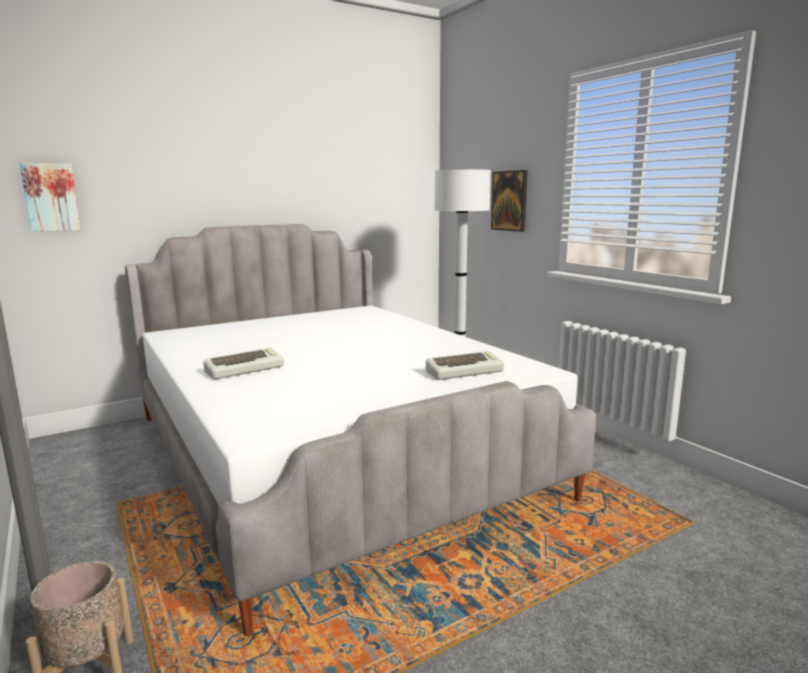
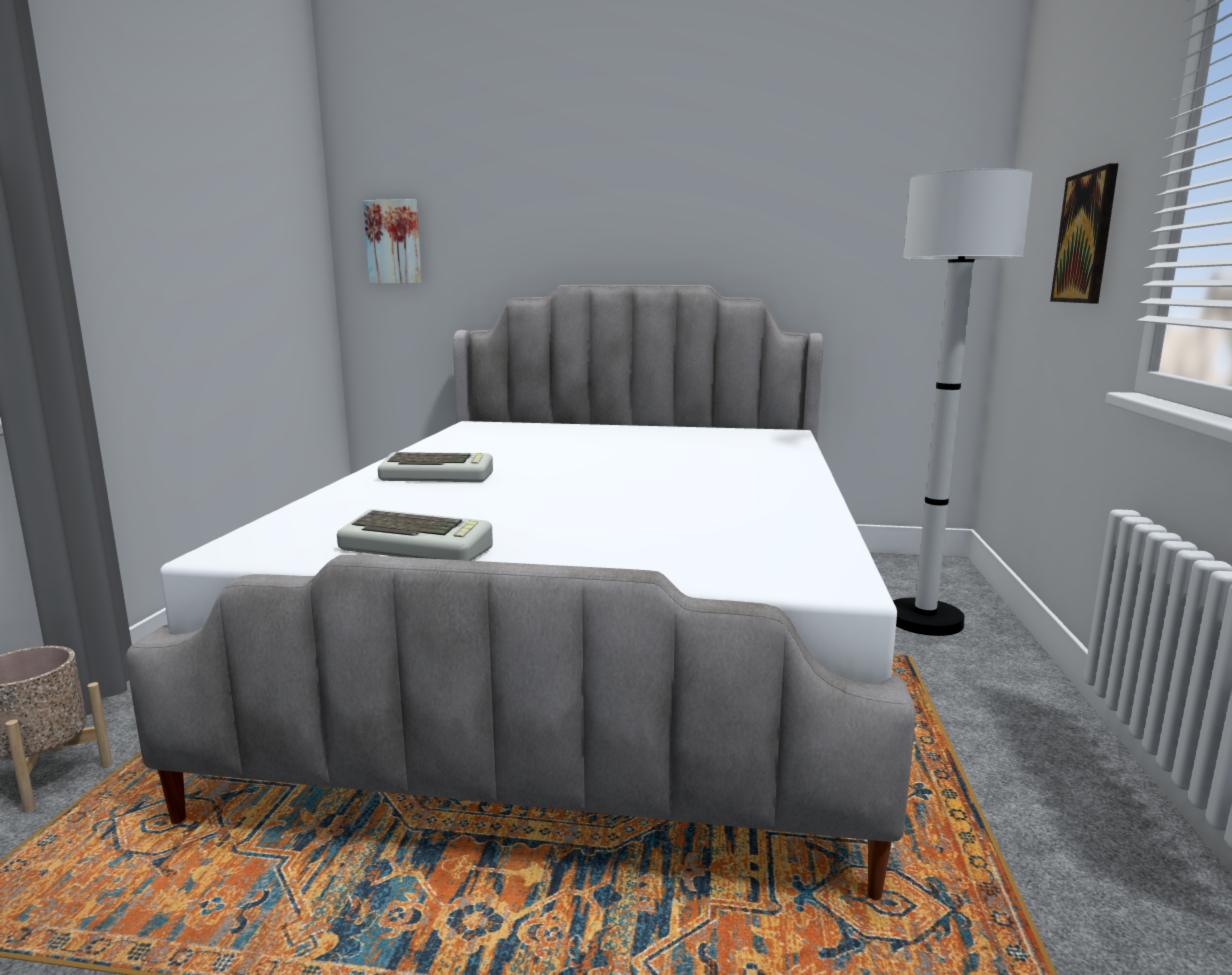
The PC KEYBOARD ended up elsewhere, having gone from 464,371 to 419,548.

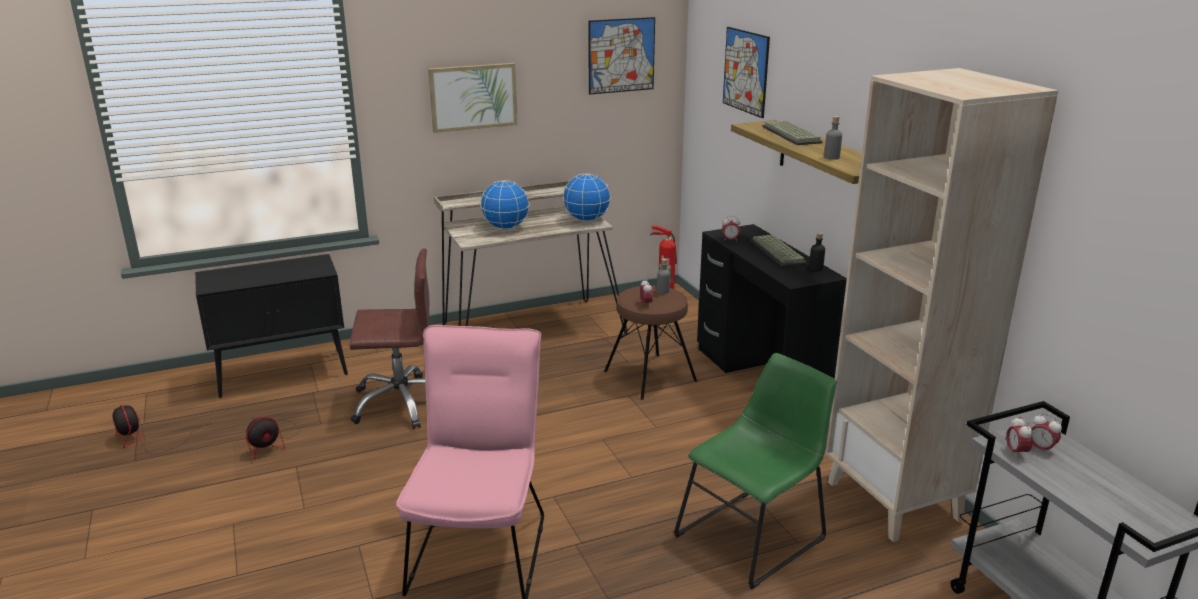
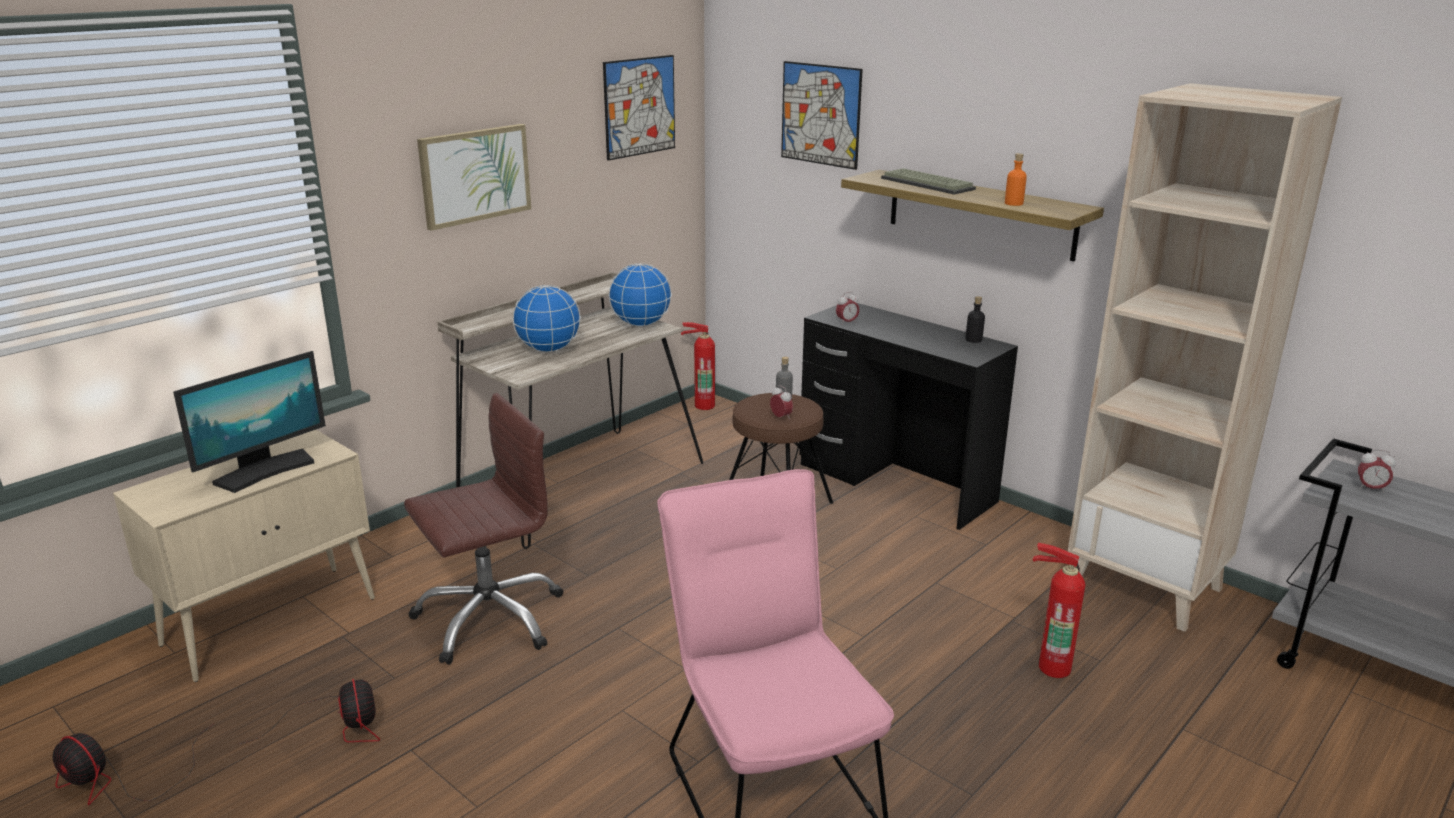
What was the GRAY DRINK BOTTLE at 831,157 turned into the ORANGE-COLOURED DRINK BOTTLE at 1013,203. The second view lost the PC KEYBOARD at 778,252. What was the BLACKISH CABINET at 284,374 turned into the BEIGE-COLOURED CABINET at 272,620. Where the GREEN UPRIGHT CHAIR stood at 754,535, the FIRE-FIGHTING CYLINDER came to stand at 1052,665. The second view lost the TABLE CLOCK at 1016,452. The ELECTRIC FAN at 271,442 ended up facing another way, 45 degrees counterclockwise from before. The second view gained the MONITOR at 265,471.

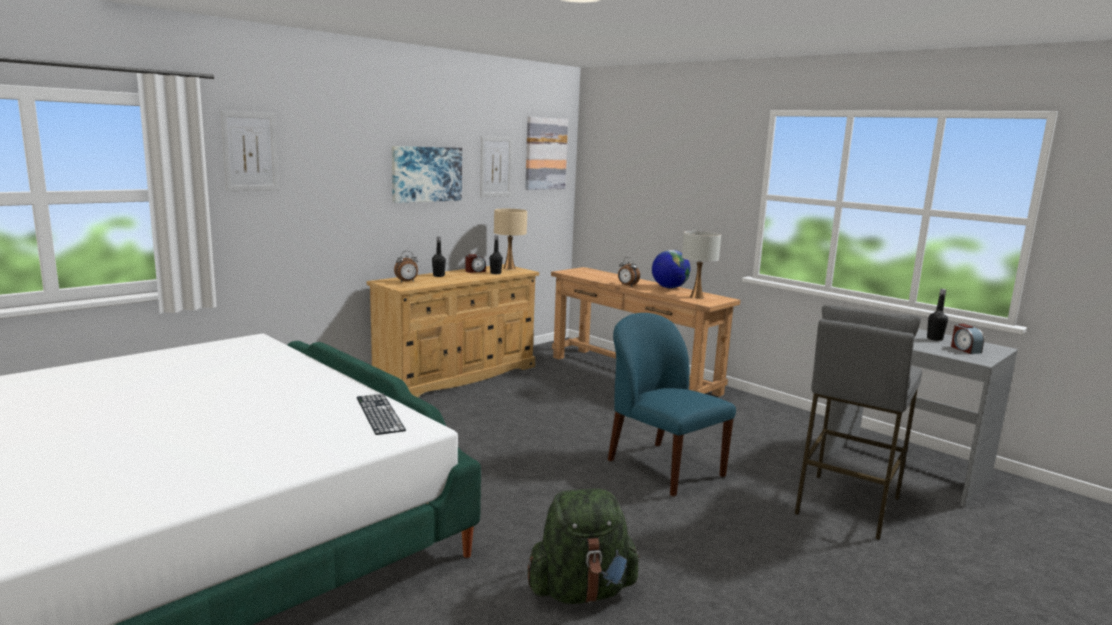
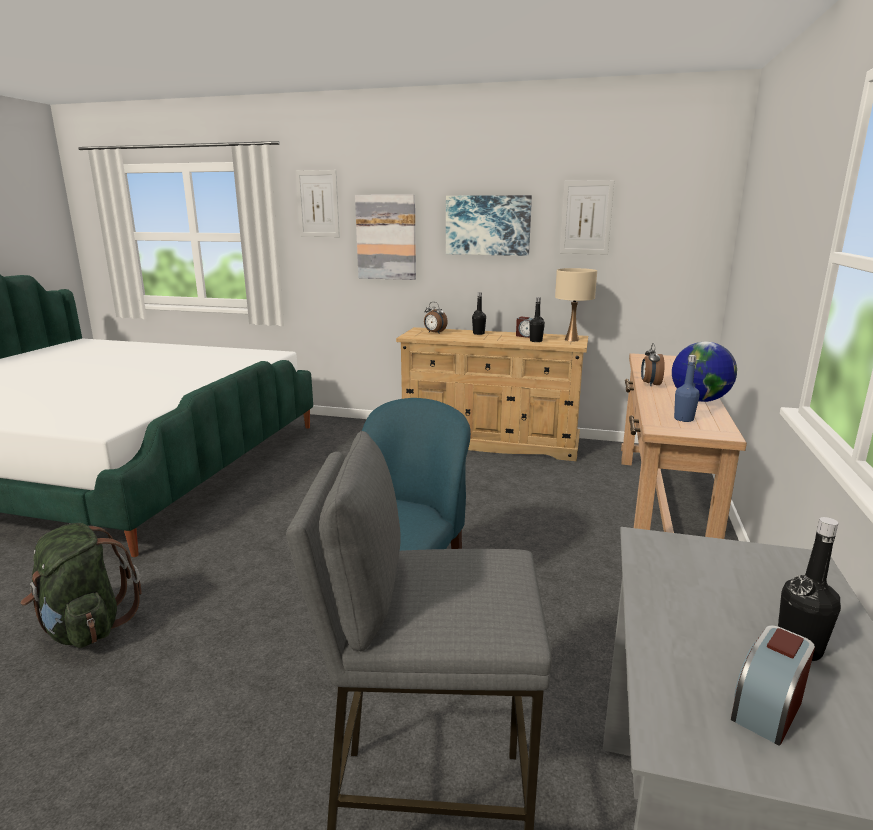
The PICTURE ended up elsewhere, having gone from 545,154 to 386,237. Where the WHITE TABLE LAMP stood at 696,297, the BLUISH DRINK BOTTLE came to stand at 683,419. The second view lost the PC KEYBOARD at 379,413.

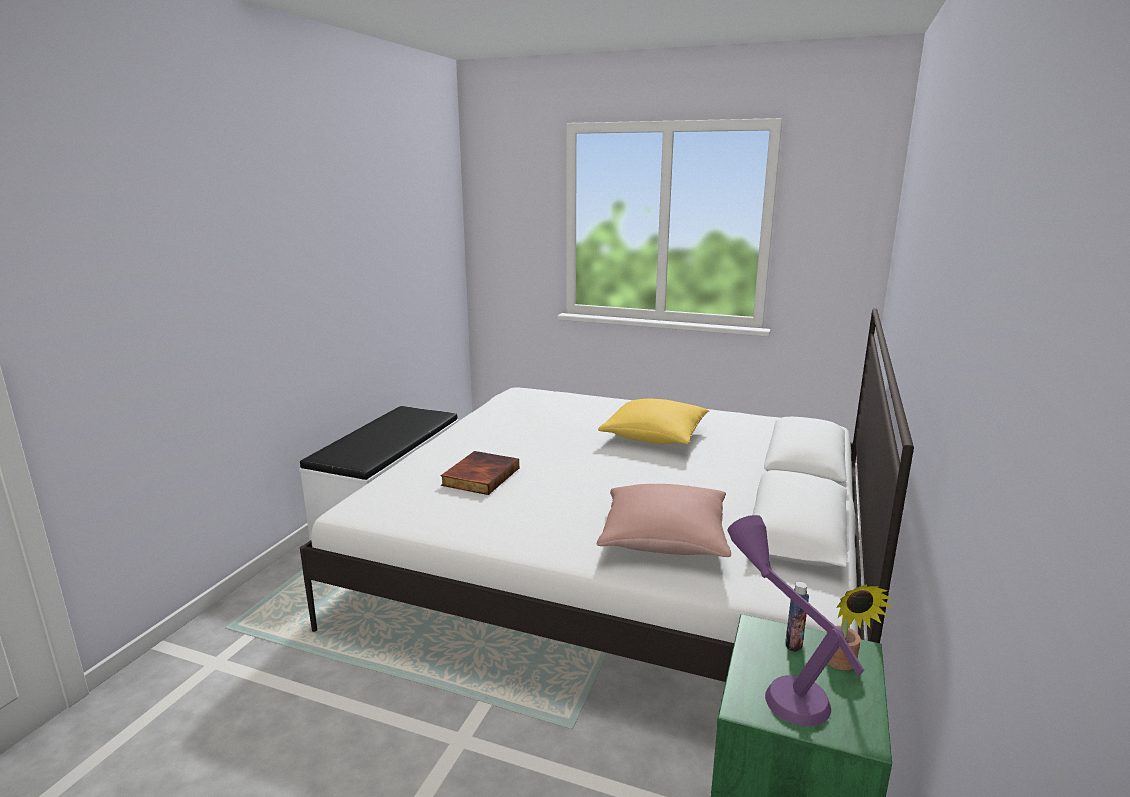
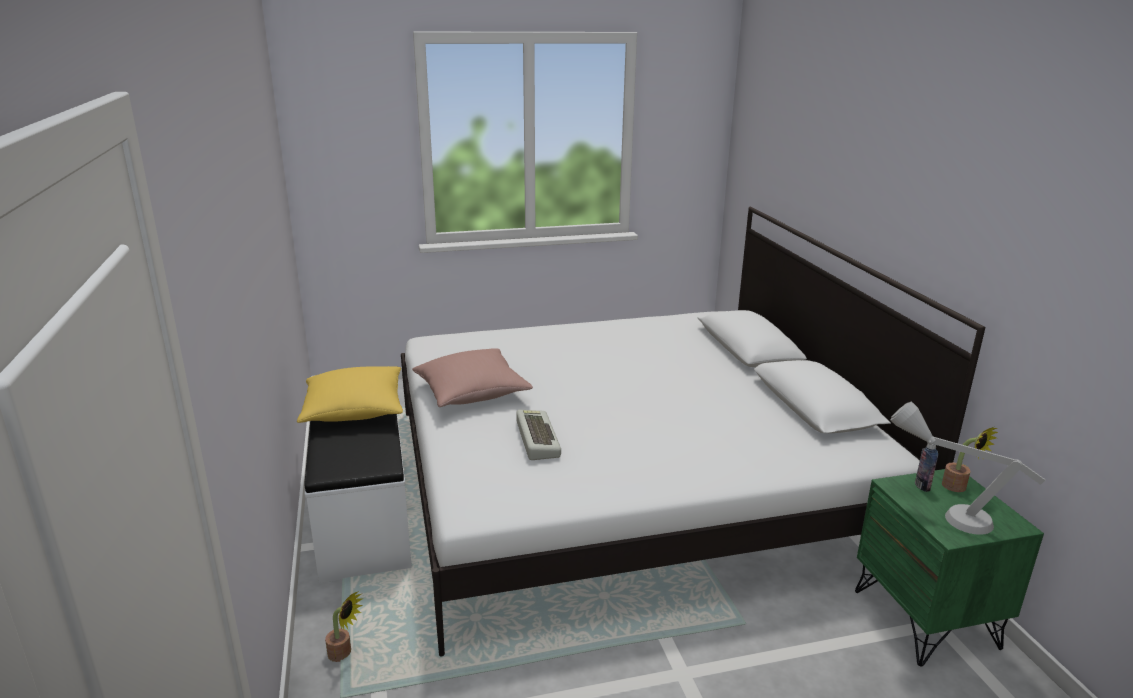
The YELLOWISH PILLOW ended up elsewhere, having gone from 654,436 to 354,410. Where the VOLUME stood at 480,476, the PC KEYBOARD came to stand at 535,439. The PINKISH PILLOW ended up elsewhere, having gone from 664,538 to 471,392. What was the PURPLE-COLOURED TABLE LAMP at 778,679 turned into the GRAY TABLE LAMP at 944,512. The second view gained the HOUSEPLANT at 344,654.

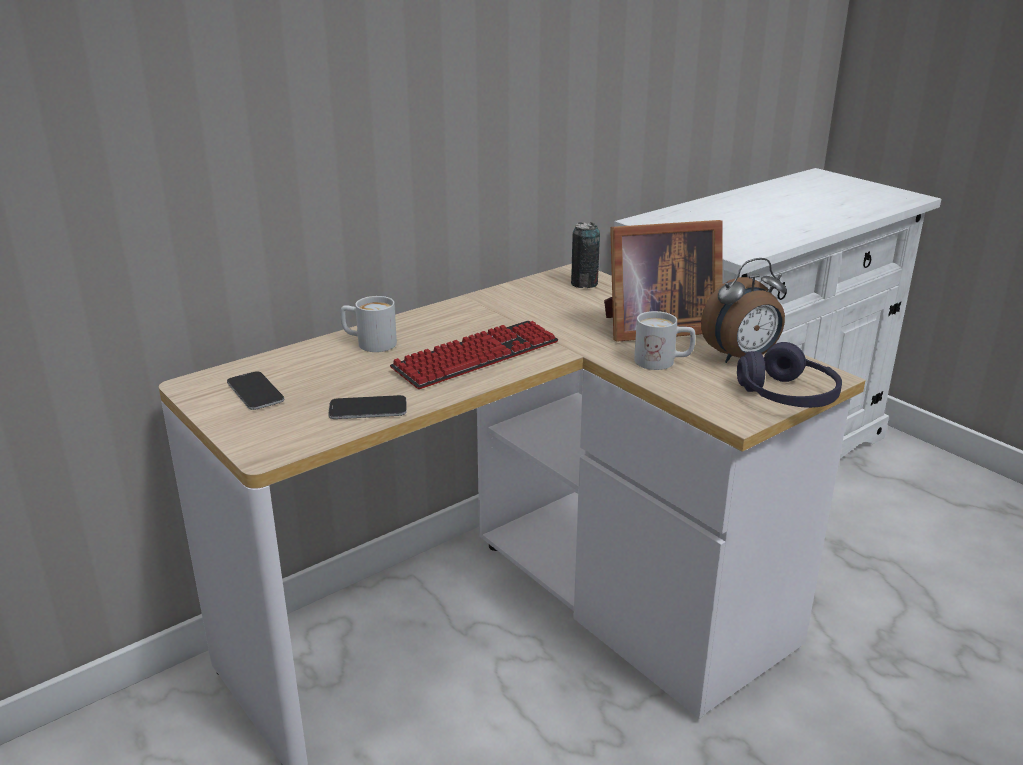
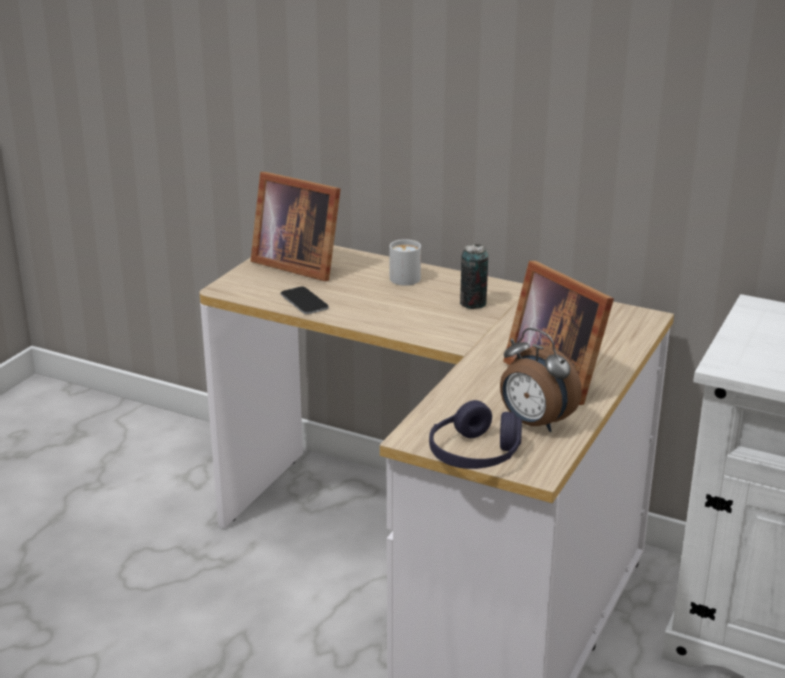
The SEALED CAN ended up elsewhere, having gone from 584,284 to 473,304. The second view lost the WHITE TEA MUG at 663,362. The second view lost the PC KEYBOARD at 477,356. Where the HANDSET stood at 255,392, the PICTURE FRAME came to stand at 297,264.

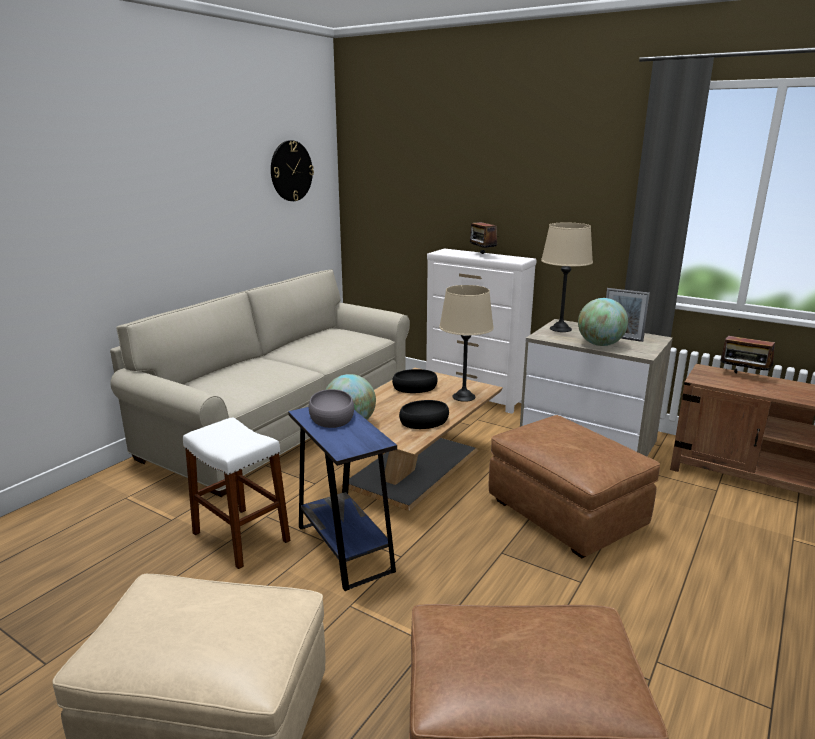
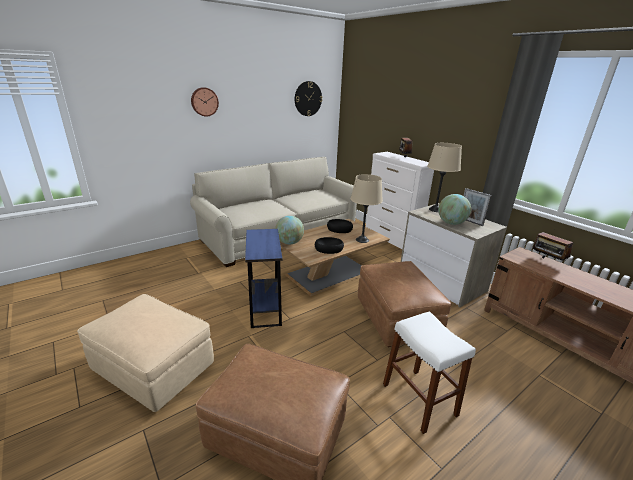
The second view lost the GRAY BOWL at 331,416. The WHITE SITTING STOOL ended up elsewhere, having gone from 241,537 to 419,399. The second view gained the HANGING CLOCK at 204,102.

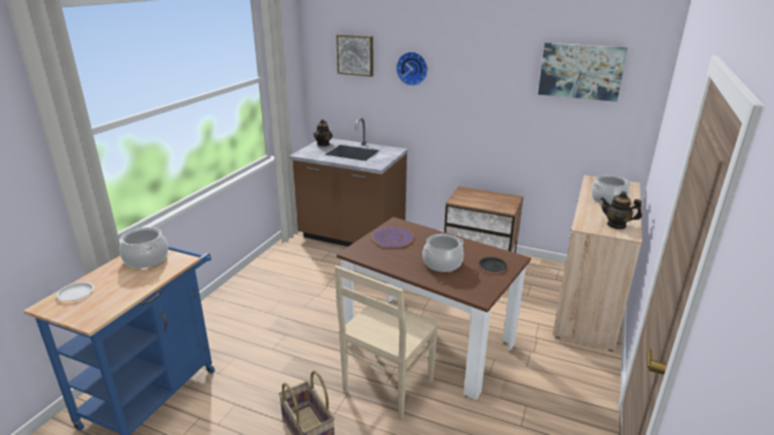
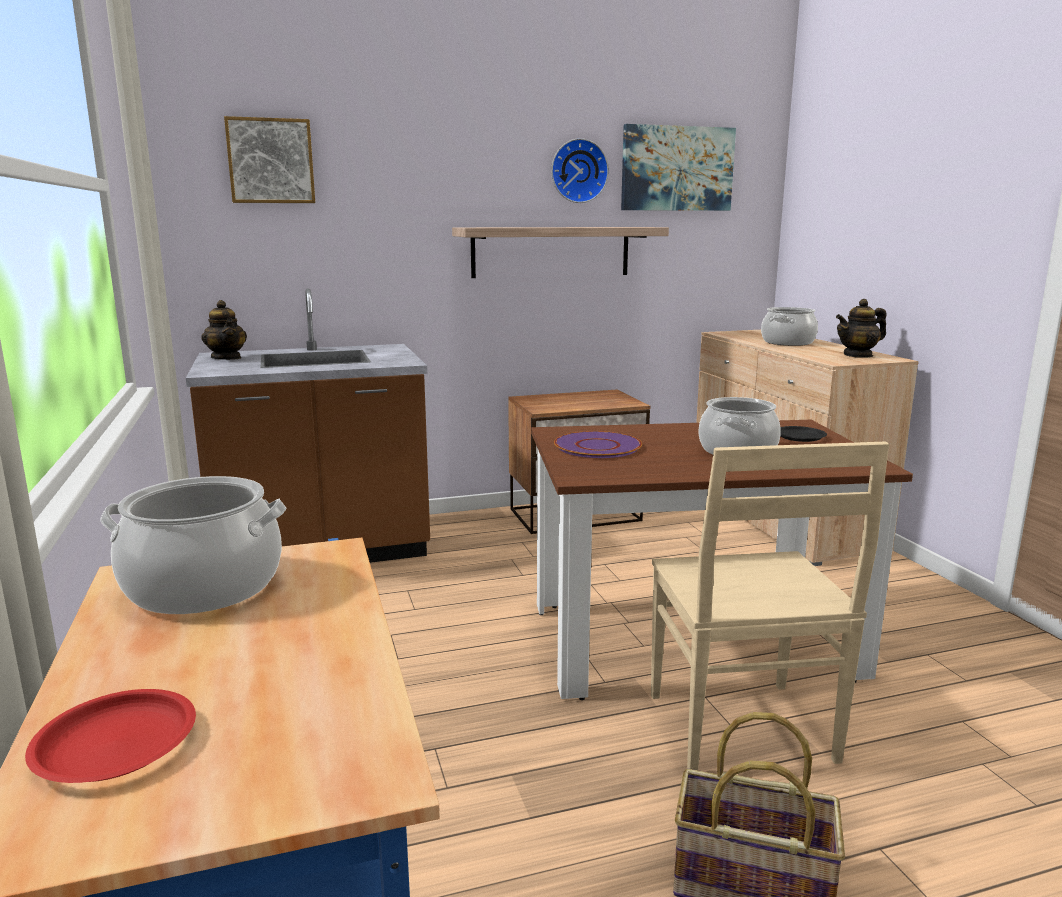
The HANGING CLOCK ended up elsewhere, having gone from 412,68 to 578,171. What was the WHITE PLATE at 76,294 turned into the RED PLATE at 117,745. The second view gained the WALL SHELF at 551,252.

